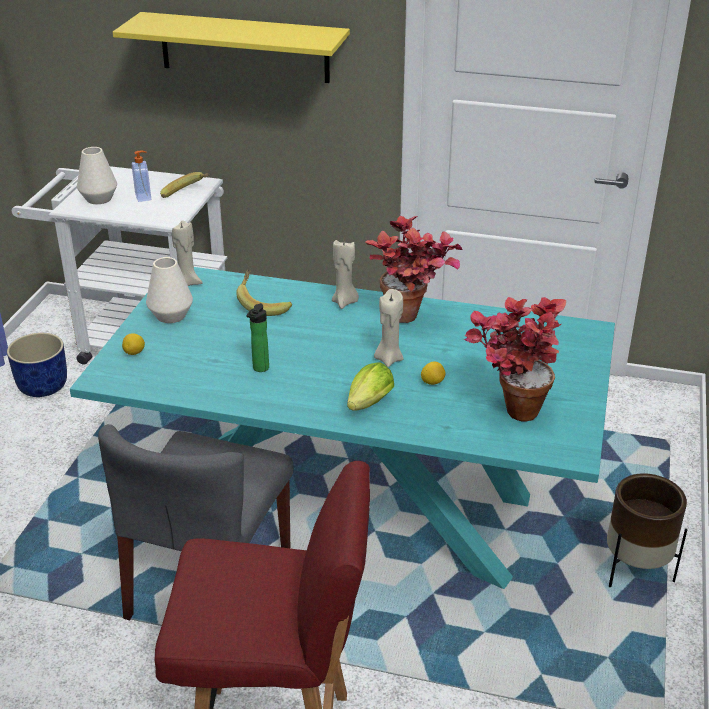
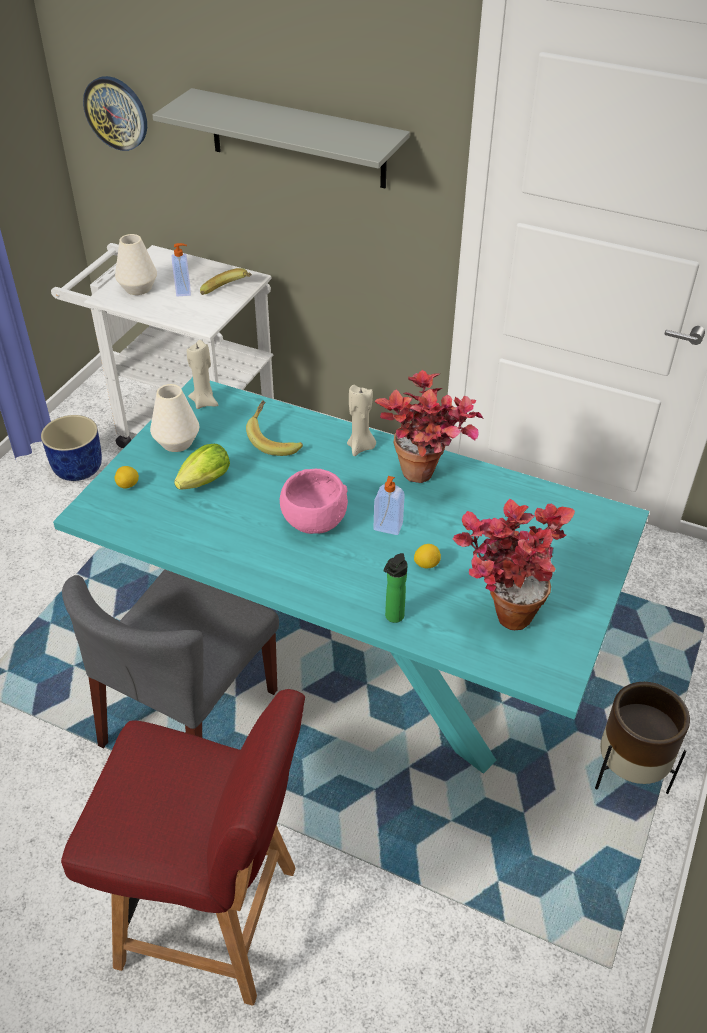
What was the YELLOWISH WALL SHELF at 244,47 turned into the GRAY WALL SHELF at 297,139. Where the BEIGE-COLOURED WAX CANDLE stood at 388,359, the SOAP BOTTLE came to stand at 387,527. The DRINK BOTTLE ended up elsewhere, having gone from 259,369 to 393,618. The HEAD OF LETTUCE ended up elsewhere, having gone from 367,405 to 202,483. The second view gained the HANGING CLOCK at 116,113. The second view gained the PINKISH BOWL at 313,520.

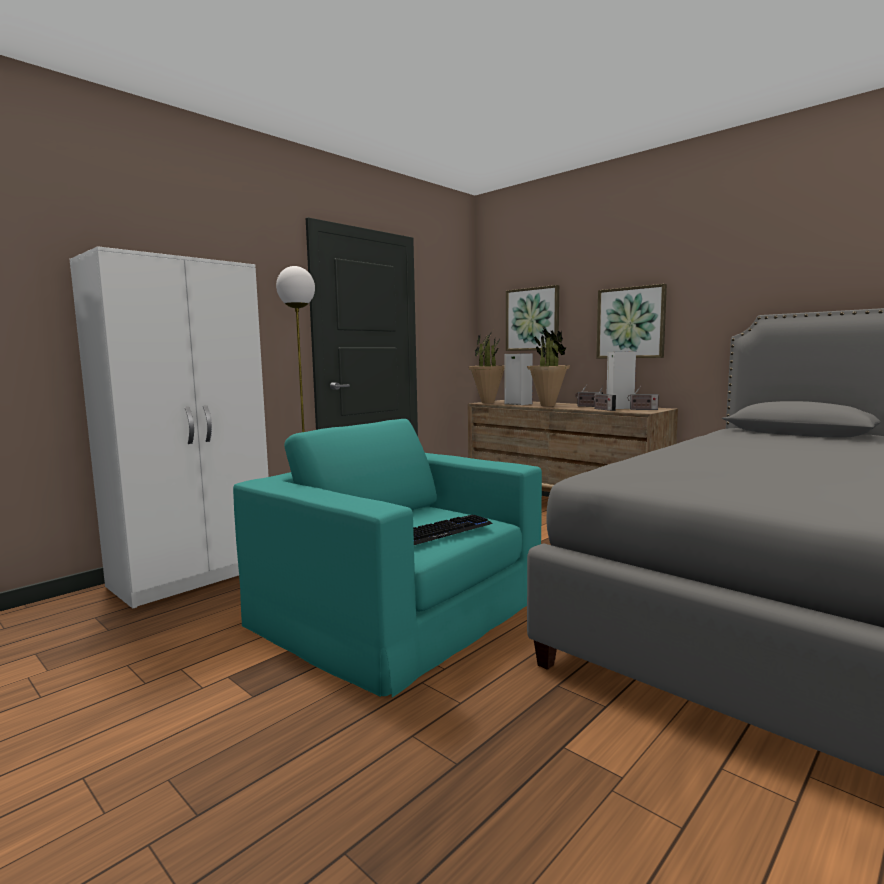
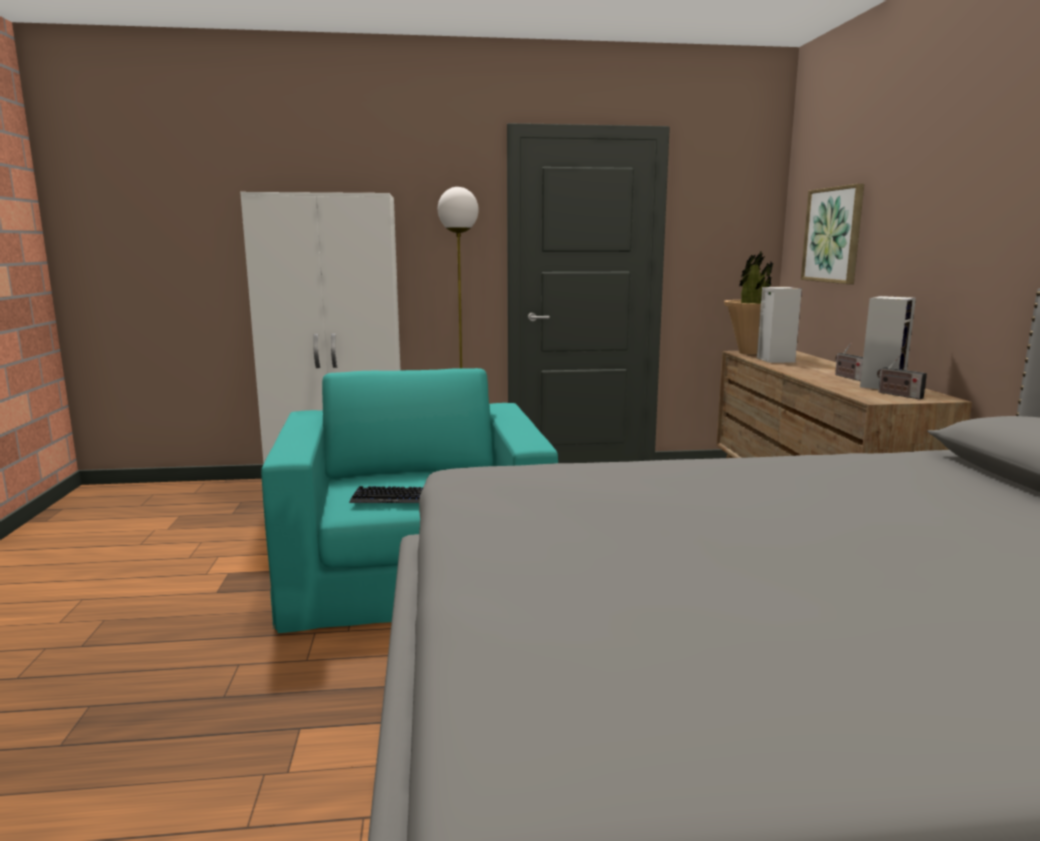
The second view lost the PICTURE at 631,323. The second view lost the HOUSEPLANT at 548,405. The second view lost the RADIO at 603,409.

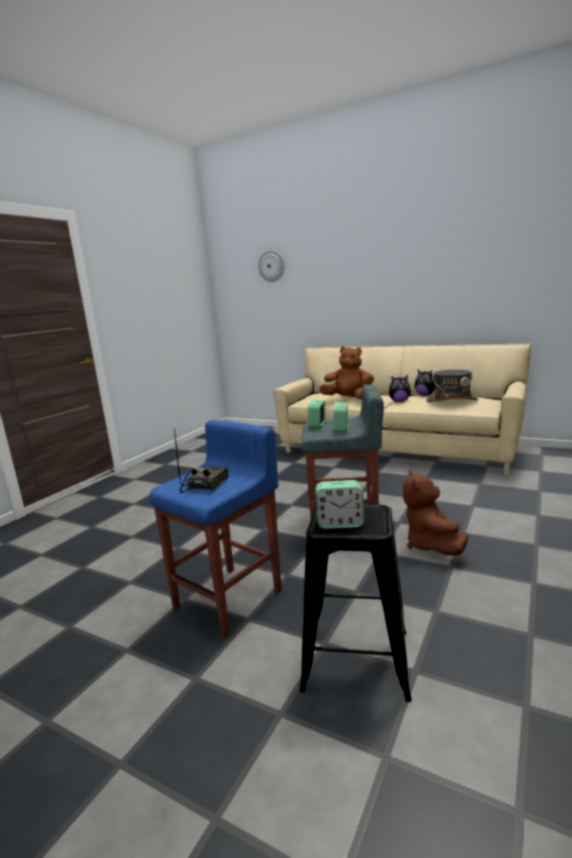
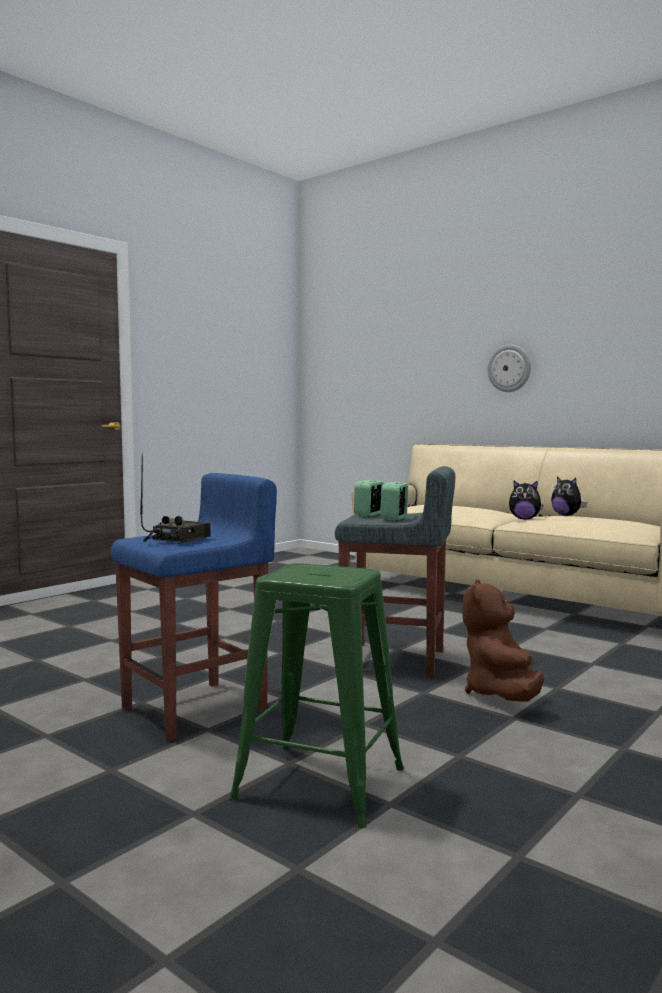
The HANGING CLOCK ended up elsewhere, having gone from 271,266 to 509,368. The second view lost the BROWN-COLOURED PLUSH TOY at 349,399. The second view lost the GRAY WEARABLE HAT at 452,400. The second view lost the TABLE CLOCK at 340,523. What was the BLACKISH SITTING STOOL at 356,660 turned into the GREEN SITTING STOOL at 320,783.

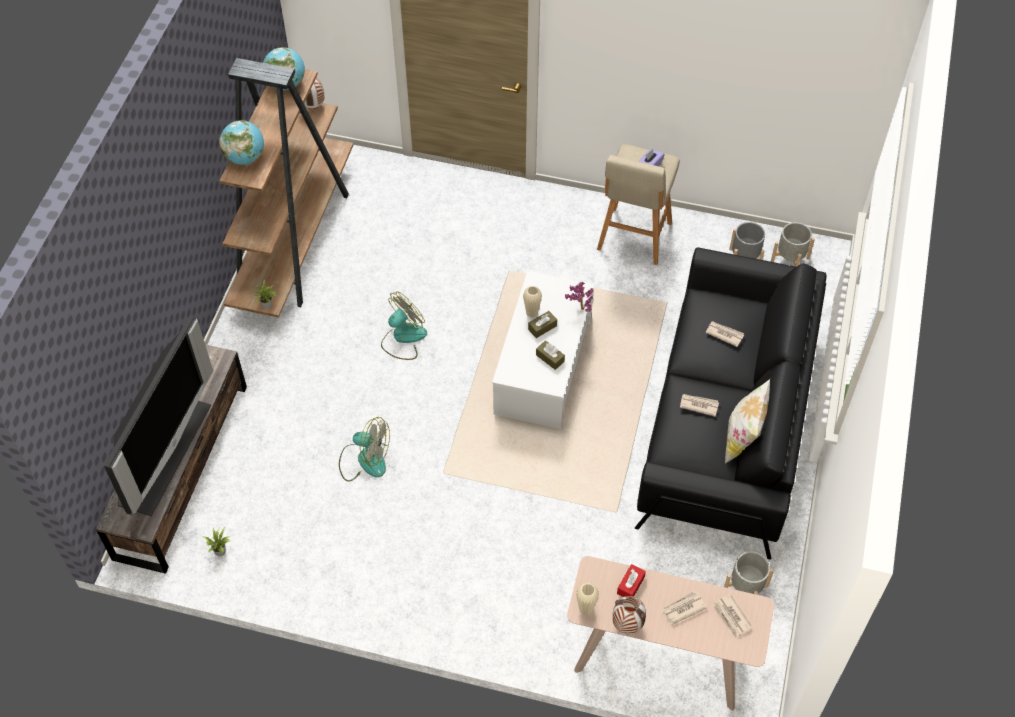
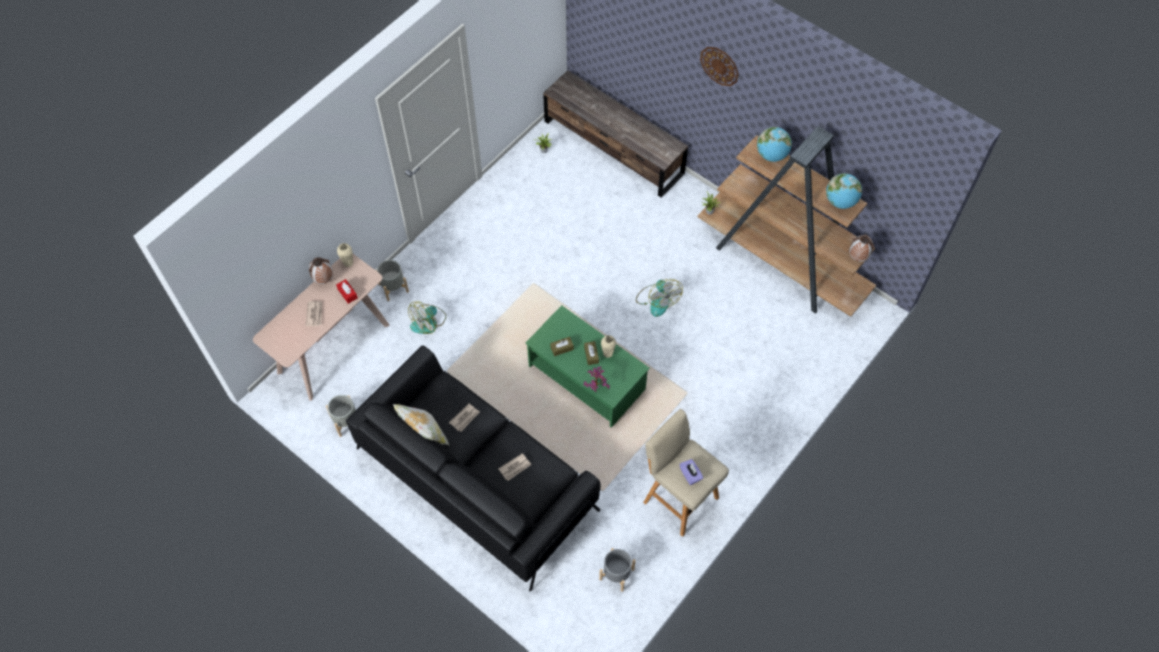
The GRAY FLOWER POT ended up elsewhere, having gone from 789,260 to 394,288. What was the WHITE LOW TABLE at 543,368 turned into the GREEN LOW TABLE at 586,377. The second view lost the TELEVISION at 162,453. The ELECTRIC FAN ended up elsewhere, having gone from 364,460 to 428,322. The second view lost the DAILY PAPER at 731,617. The second view gained the HANGING CLOCK at 719,66.

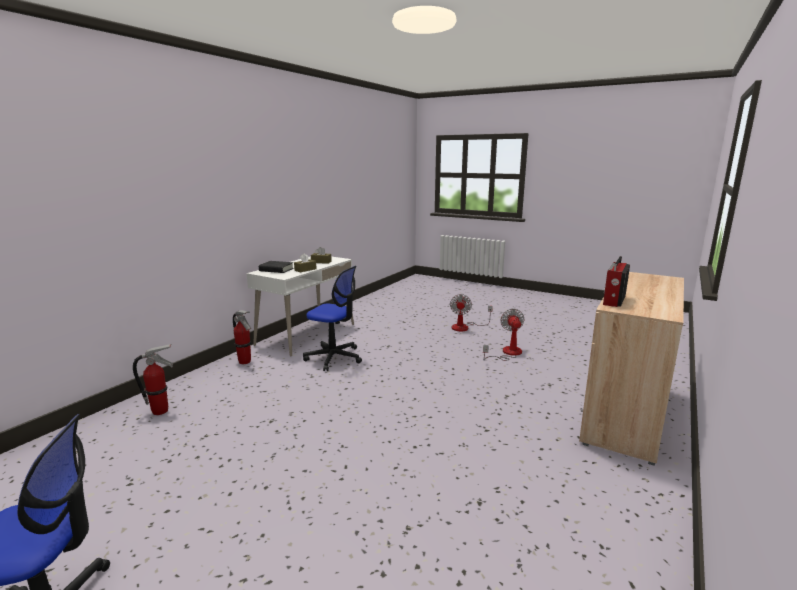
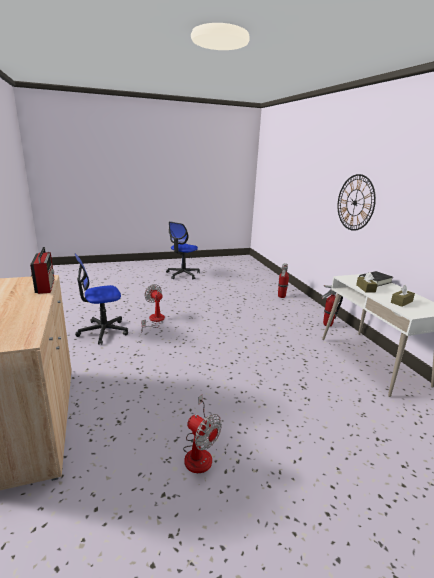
The OFFICE CHAIR ended up elsewhere, having gone from 334,358 to 103,331. The ELECTRIC FAN ended up elsewhere, having gone from 465,327 to 154,321. The second view gained the HANGING CLOCK at 355,202.

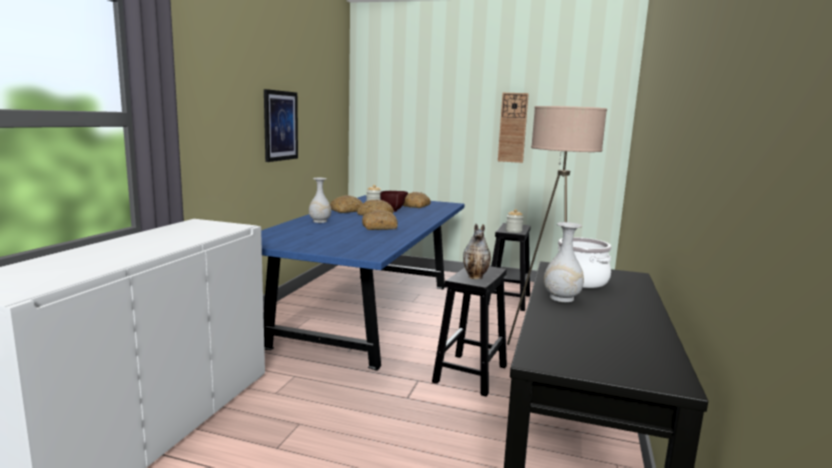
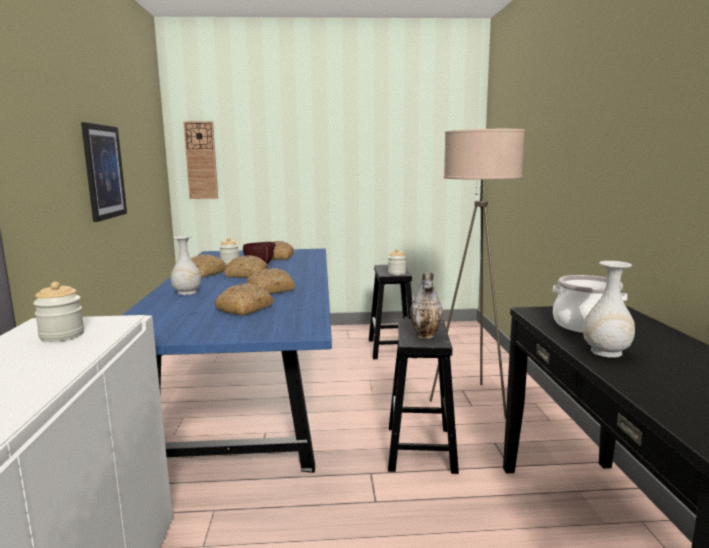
The HANGING CLOCK ended up elsewhere, having gone from 512,127 to 201,160. The second view gained the JAR at 62,335. The second view gained the BAKED BREAD at 245,308.

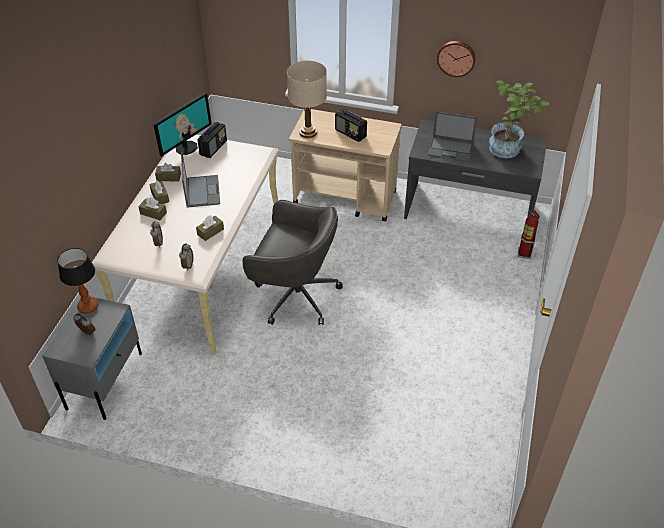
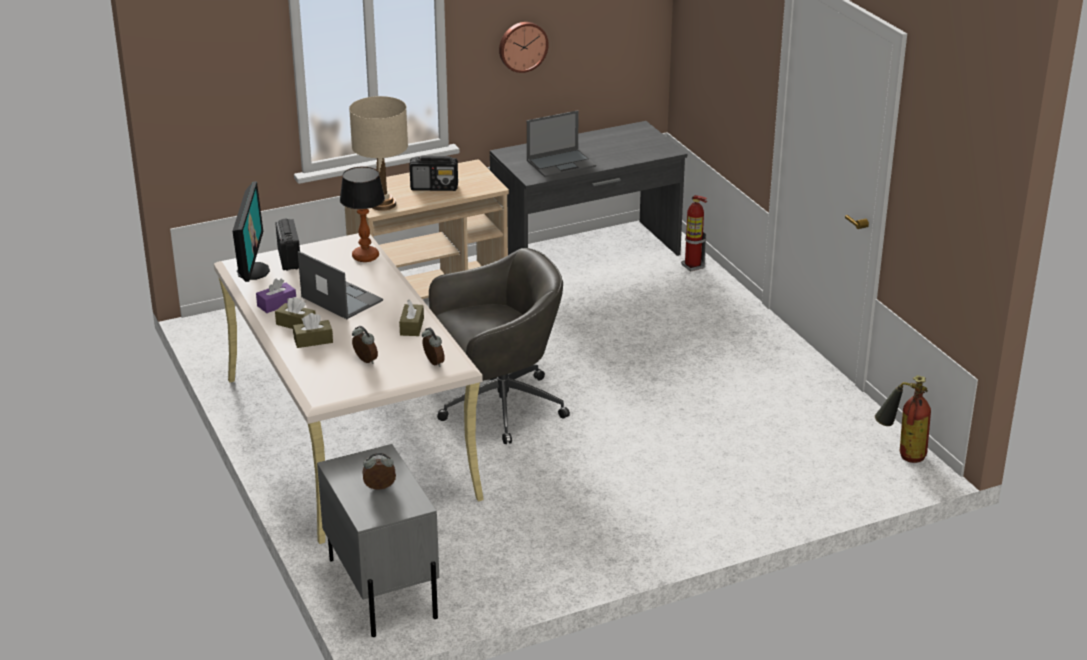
The second view lost the HOUSEPLANT at 509,148. What was the BROWN-COLOURED BOX OF TISSUES at 168,177 turned into the PURPLE-COLOURED BOX OF TISSUES at 277,304. The TABLE LAMP ended up elsewhere, having gone from 88,306 to 365,256. The second view gained the FIRE-FIGHTING CYLINDER at 901,453.

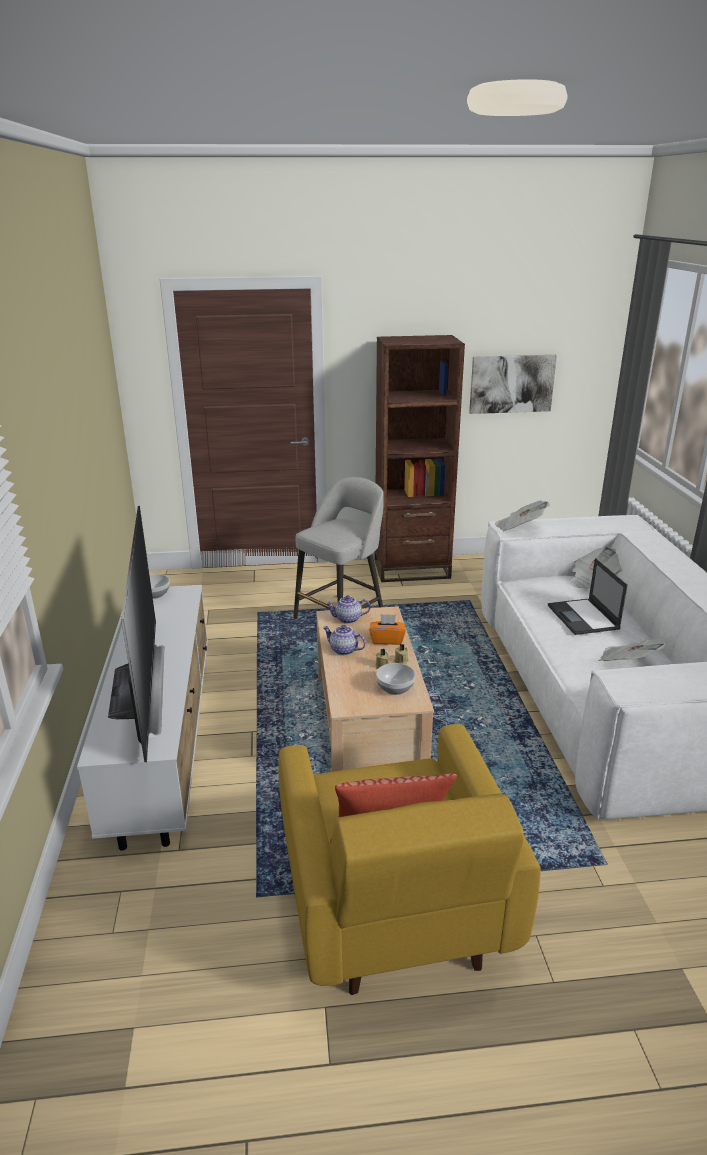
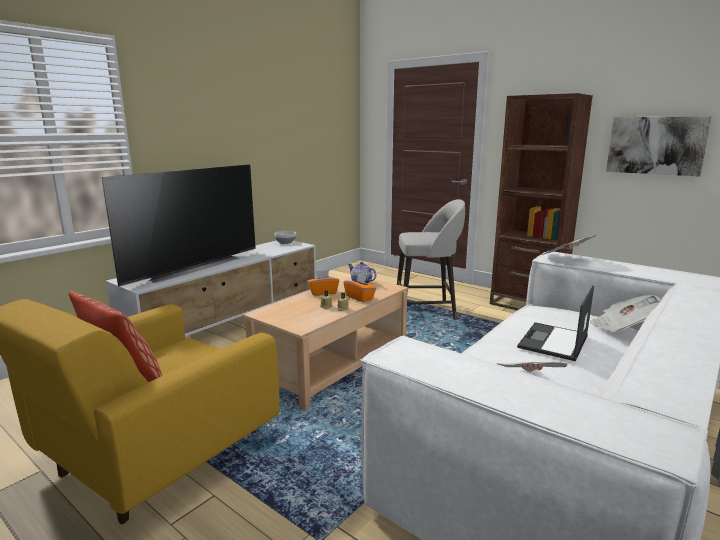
Where the TEA POT stood at 343,650, the ORANGE-COLOURED BOX OF TISSUES came to stand at 323,292. The second view lost the BOWL at 395,688.

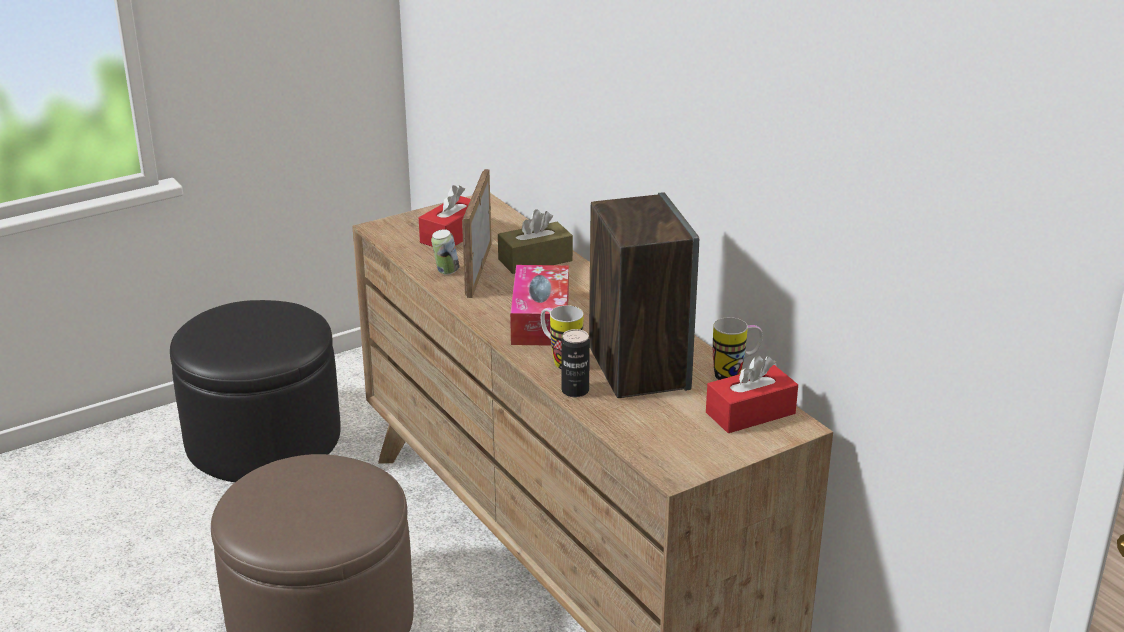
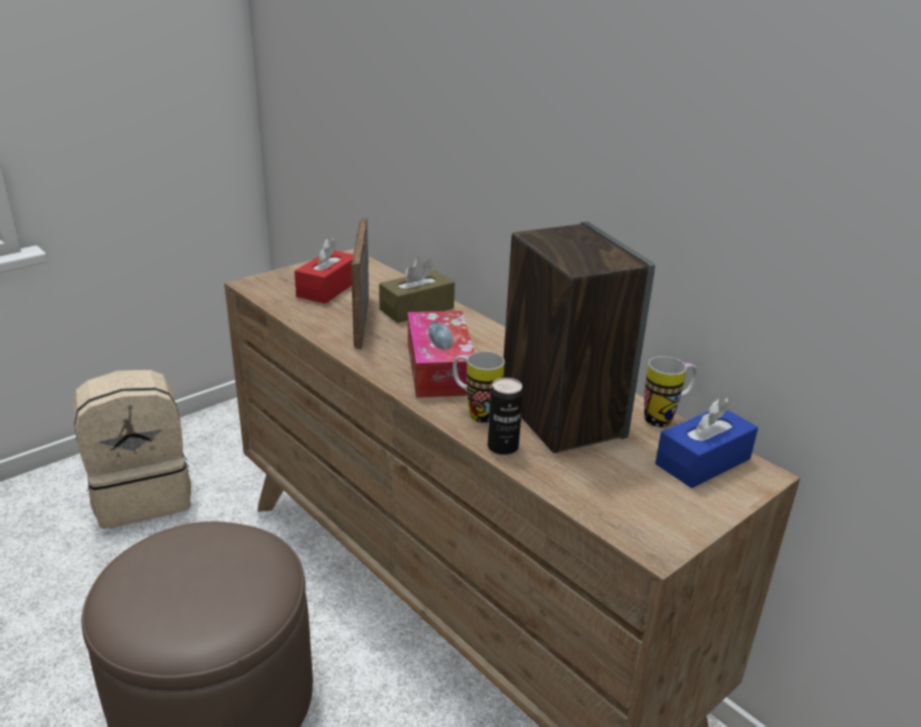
The second view lost the SEALED CAN at 446,271. Where the BLACKISH POUFFE stood at 263,439, the BEIGE-COLOURED KNAPSACK came to stand at 143,495. What was the RED BOX OF TISSUES at 750,413 turned into the BLUISH BOX OF TISSUES at 703,461.

